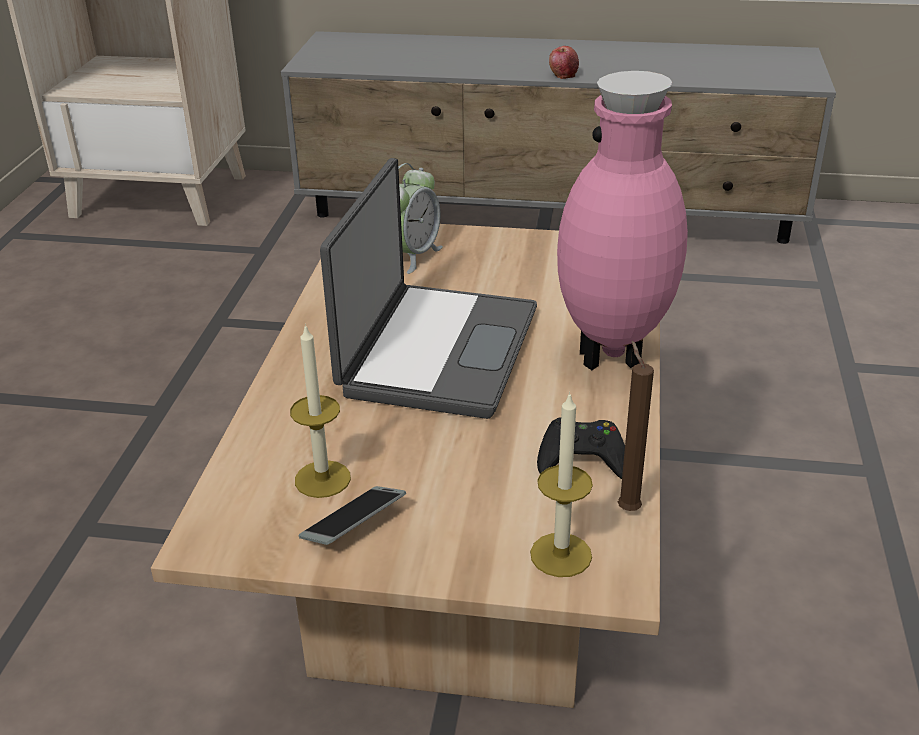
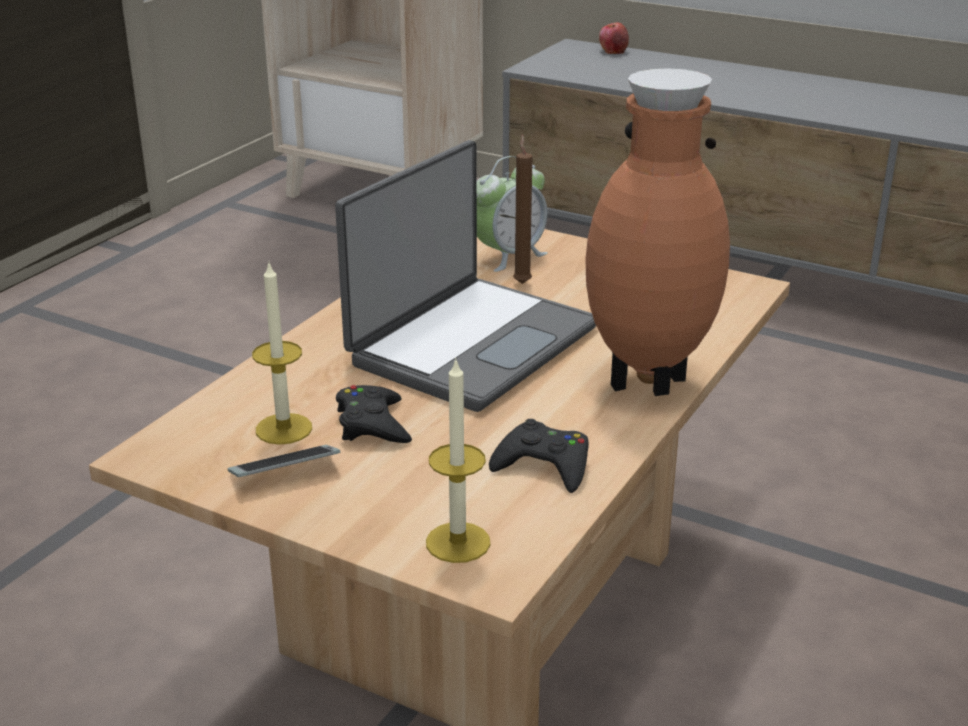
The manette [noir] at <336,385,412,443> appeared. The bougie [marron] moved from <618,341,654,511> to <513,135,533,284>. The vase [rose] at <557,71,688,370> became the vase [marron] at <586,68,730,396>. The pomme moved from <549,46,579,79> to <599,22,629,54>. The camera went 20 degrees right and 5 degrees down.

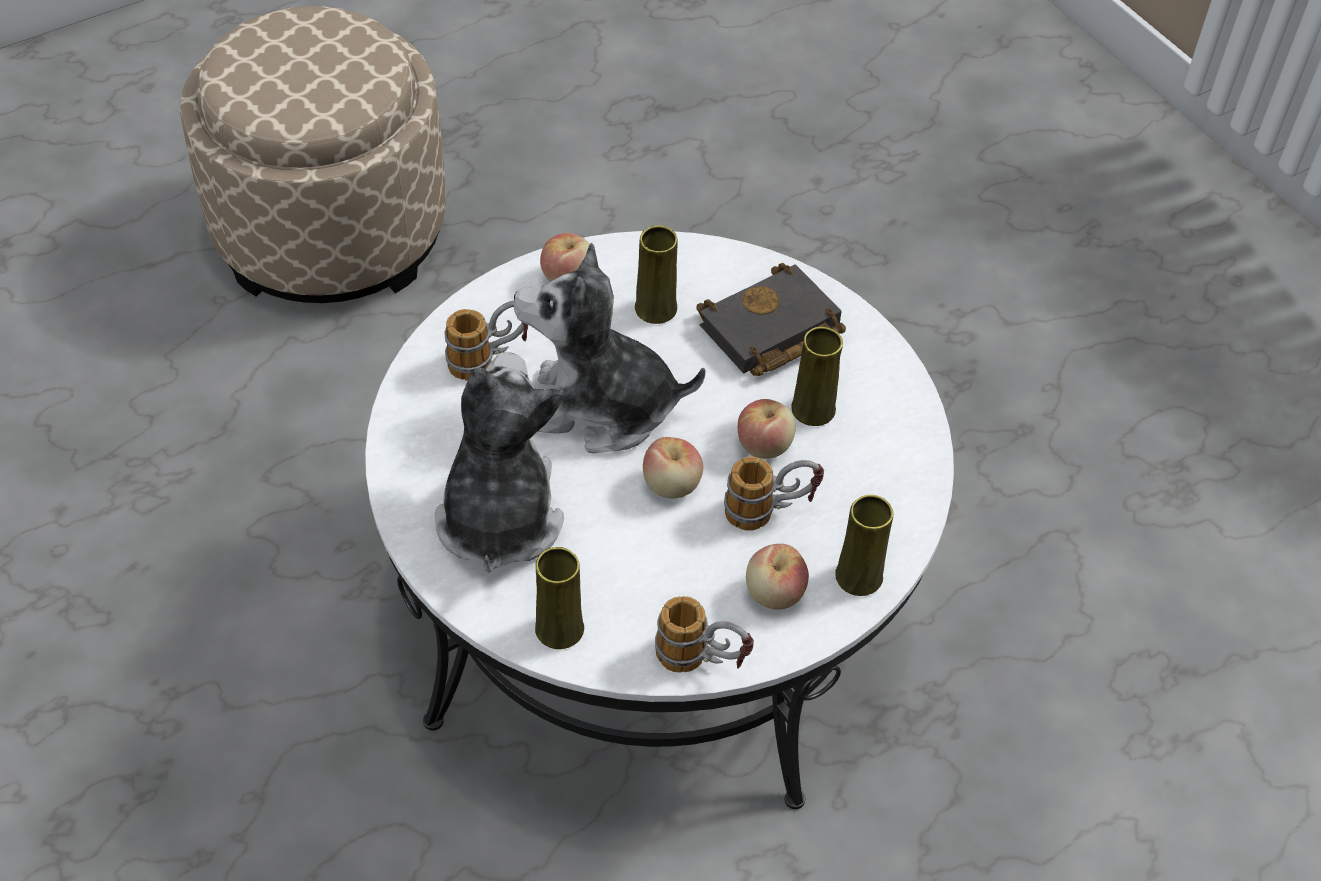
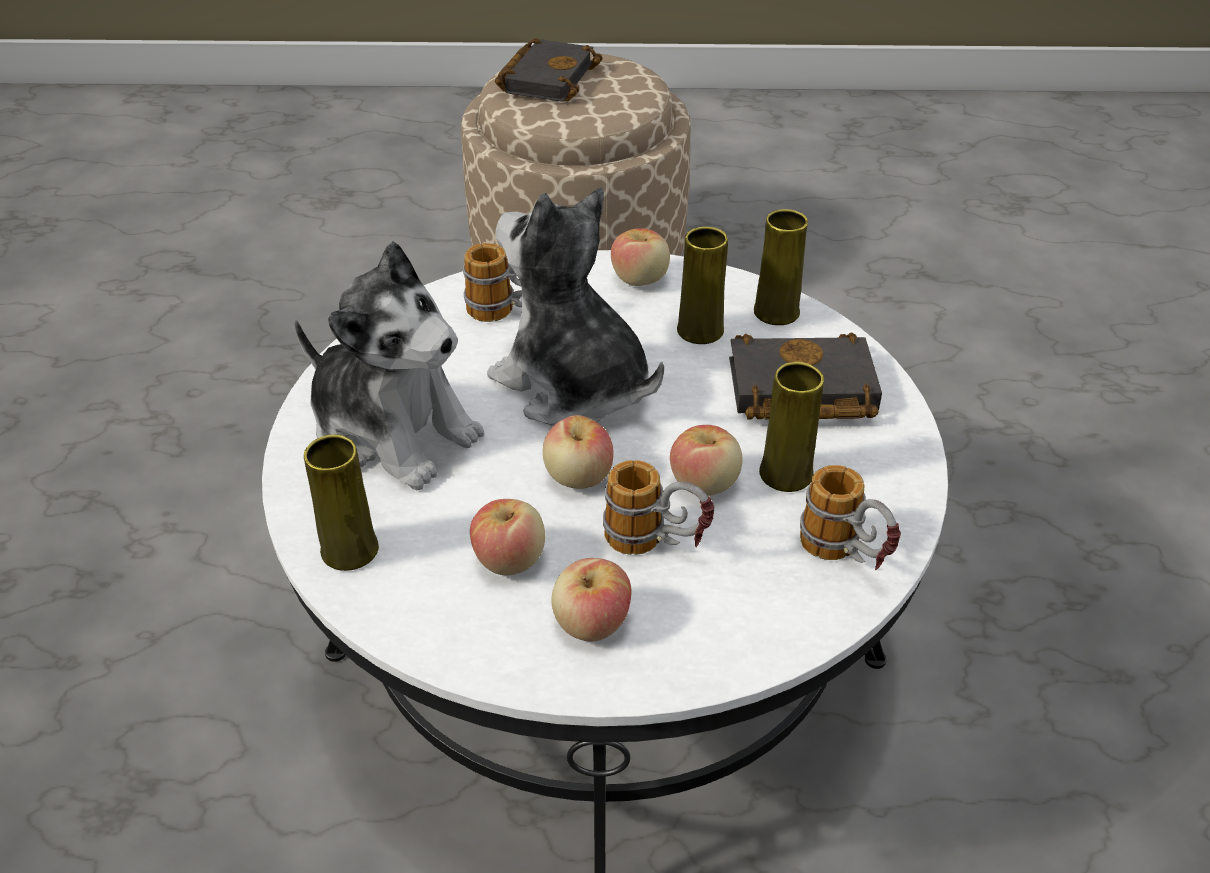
The peluche at <435,352,564,573> turned 90 degrees clockwise. The pomme at <470,499,545,575> appeared. The livre [noir] at <495,38,603,102> appeared. The vase [jaune] moved from <835,495,893,596> to <754,209,808,325>. The mug moved from <655,596,754,673> to <800,465,901,570>. The camera went 35 degrees right and 10 degrees down.

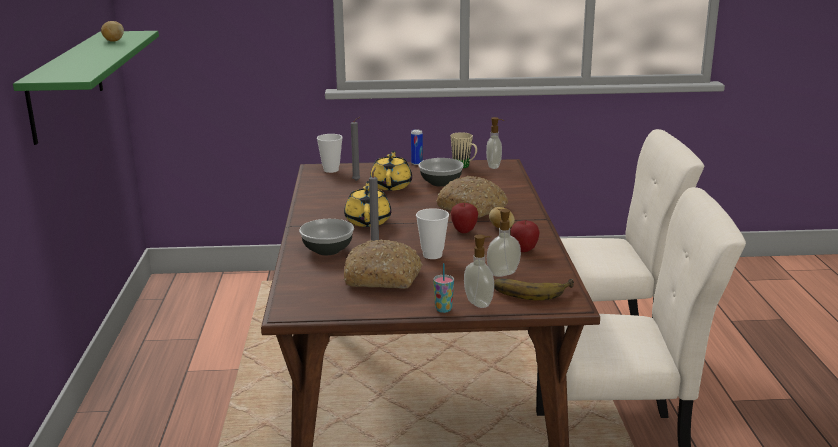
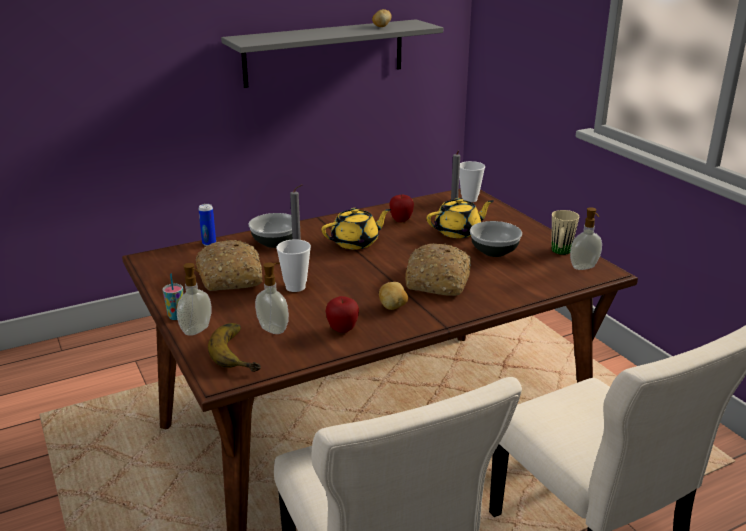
The boîte métallique moved from <411,130,423,165> to <198,204,216,246>. The étagère [vert] at <13,31,159,145> became the étagère [gris] at <221,19,443,88>. The pomme moved from <451,203,478,233> to <389,195,414,222>. The camera went 65 degrees right and 5 degrees up.

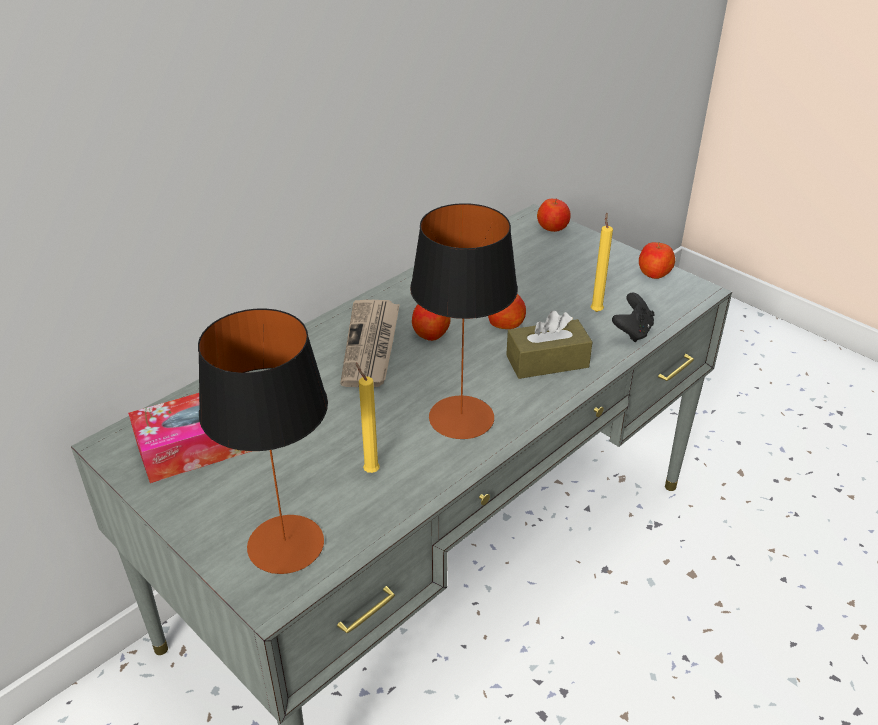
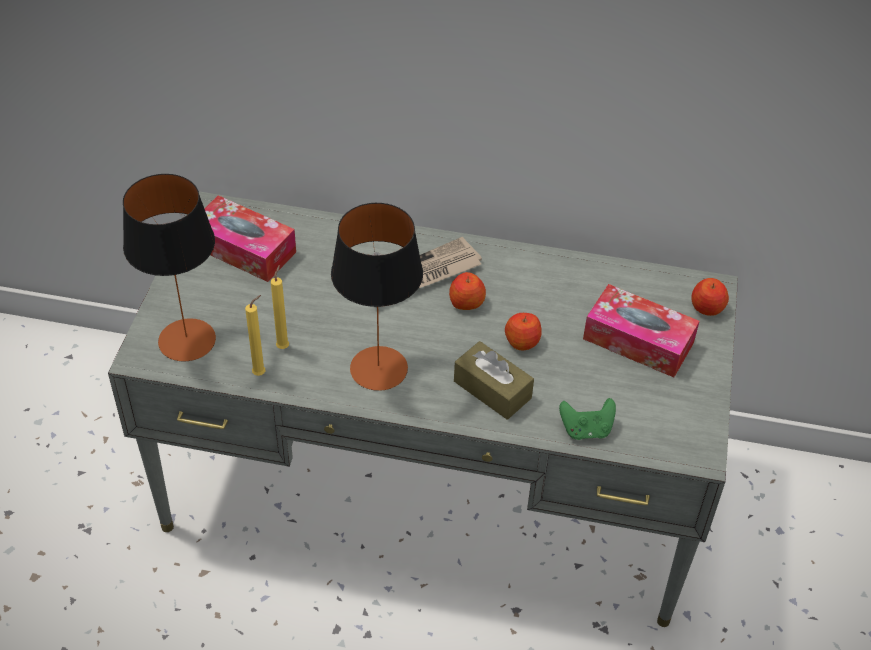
The bougie [jaune] moved from <590,213,613,312> to <245,295,266,376>. The manette [noir] at <612,293,655,342> became the manette [vert] at <559,398,616,440>. The boîte à mouchoirs at <583,284,700,377> appeared. The pomme at <639,242,675,279> disappeared. The camera went 55 degrees right and 10 degrees up.

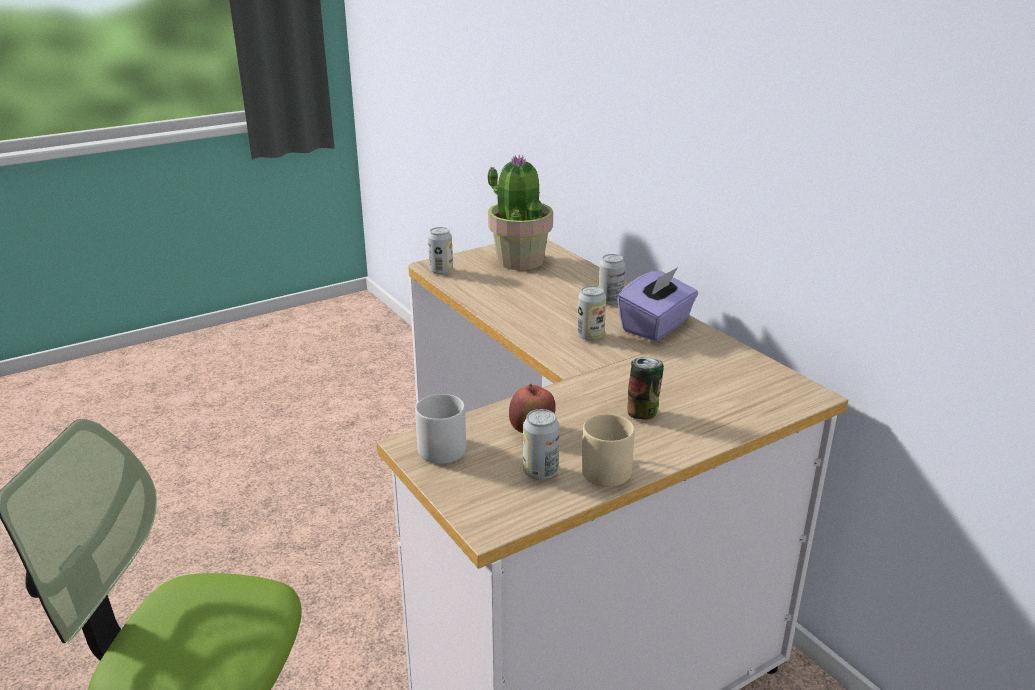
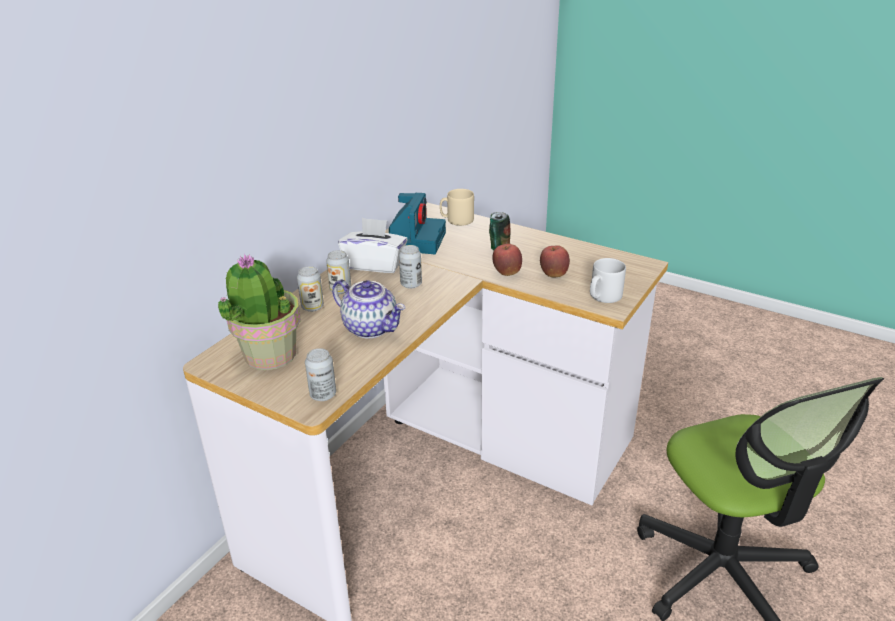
The boîte métallique moved from <523,409,560,480> to <297,266,324,312>. The théière at <332,279,405,338> appeared. The boîte à mouchoirs [violet] at <617,267,698,341> became the boîte à mouchoirs [blanc] at <338,218,408,273>. The appareil photo at <389,193,446,254> appeared. The mug [beige] moved from <581,414,635,487> to <440,189,474,226>. The pomme at <492,244,522,276> appeared. The camera went 115 degrees left and 5 degrees up.

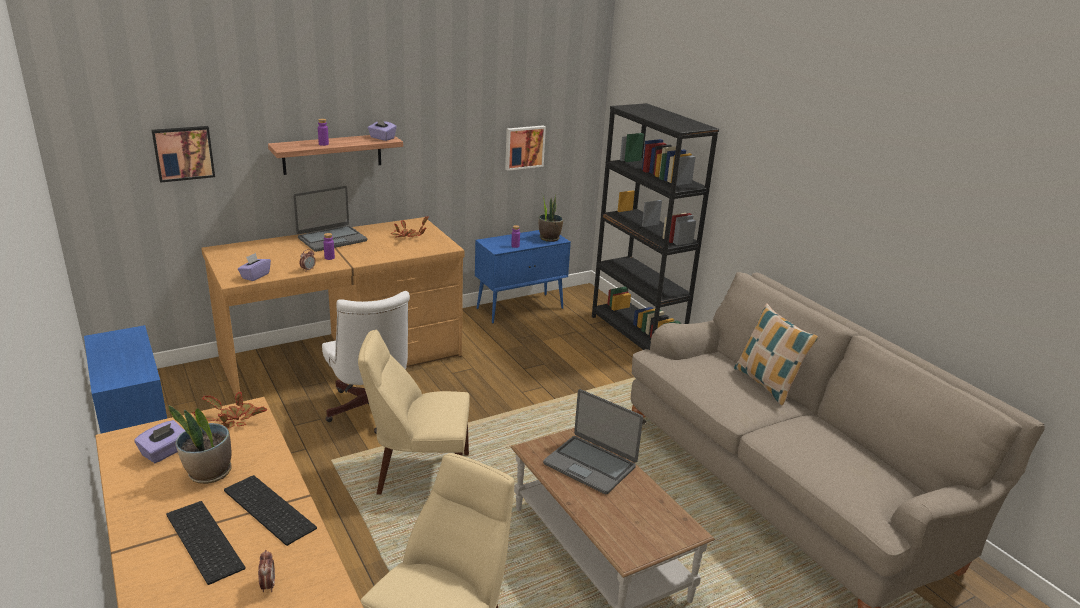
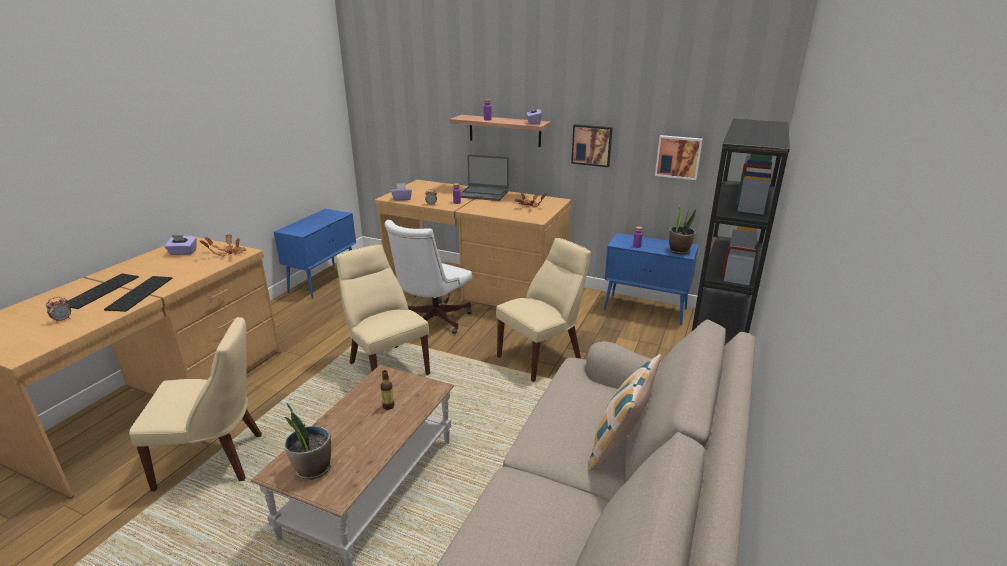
The plante en pot moved from <168,406,232,484> to <285,403,331,480>. The ordinateur portable at <543,389,643,494> was replaced by the bouteille at <380,370,395,410>. The chaise [beige] at <496,238,591,382> appeared. The tableau moved from <152,126,215,182> to <571,124,613,167>. The camera went 55 degrees right and 0 degrees up.

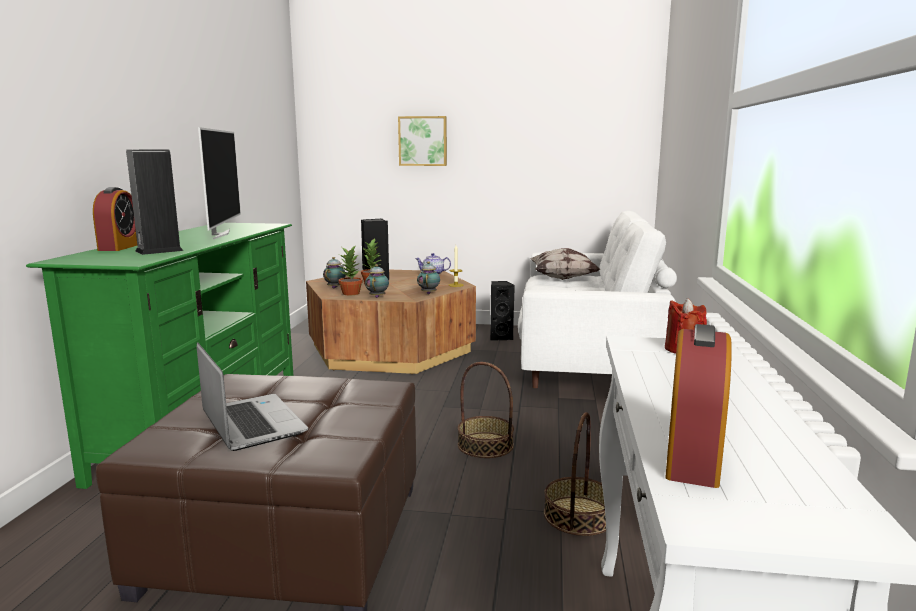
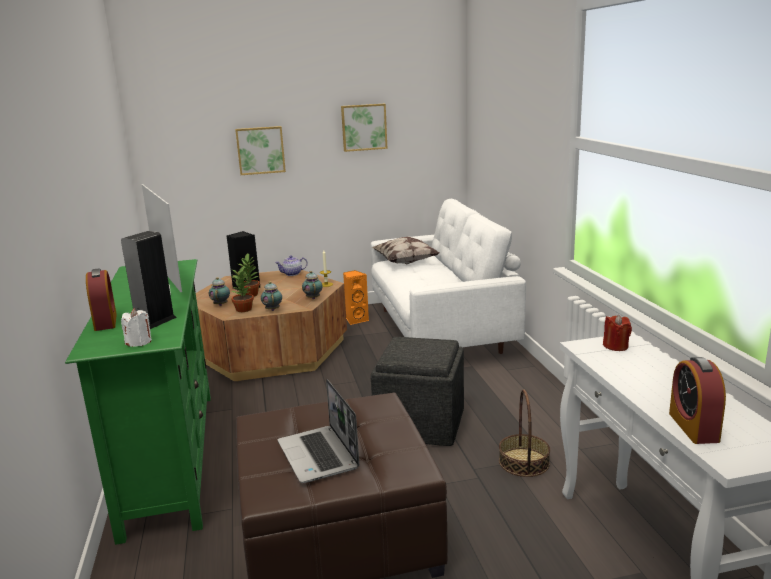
The bougie [blanc] at <121,308,152,347> appeared. The ordinateur portable at <197,342,308,451> turned 150 degrees counterclockwise. The tableau at <341,104,387,152> appeared. The enceinte [noir] at <490,281,515,341> became the enceinte [orange] at <343,270,369,325>. The panier at <458,362,514,458> was replaced by the pouf [gris] at <371,337,464,446>. The camera went 20 degrees left and 5 degrees up.

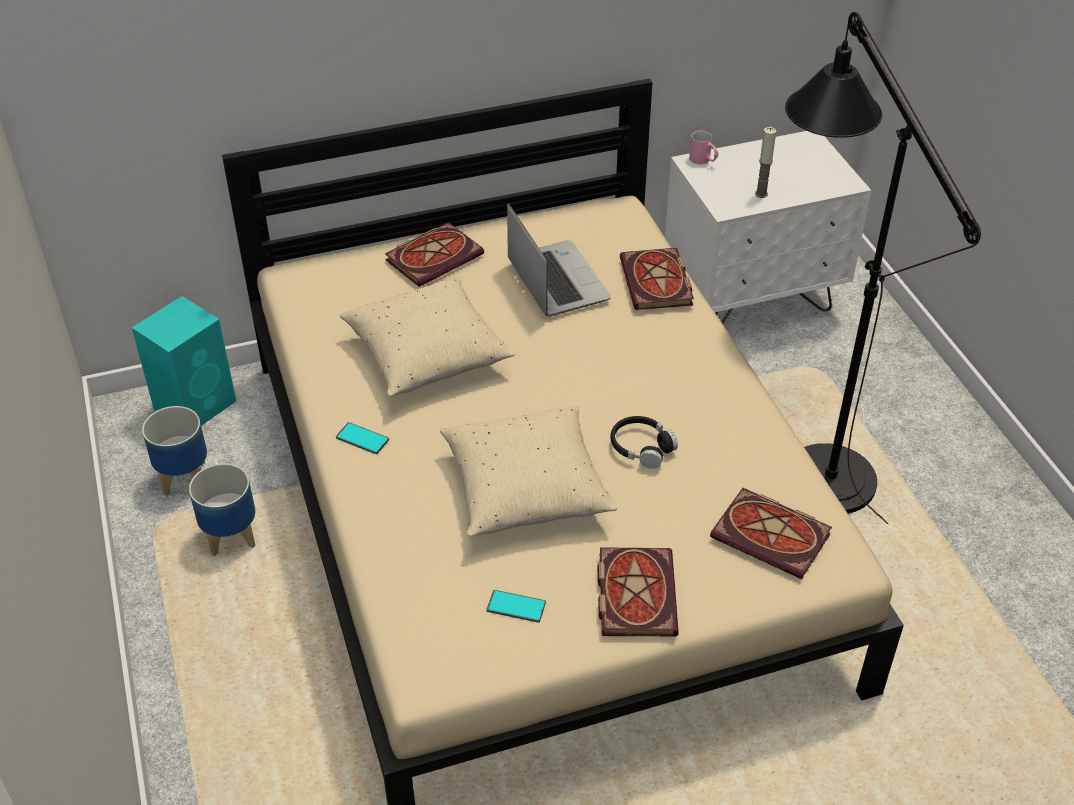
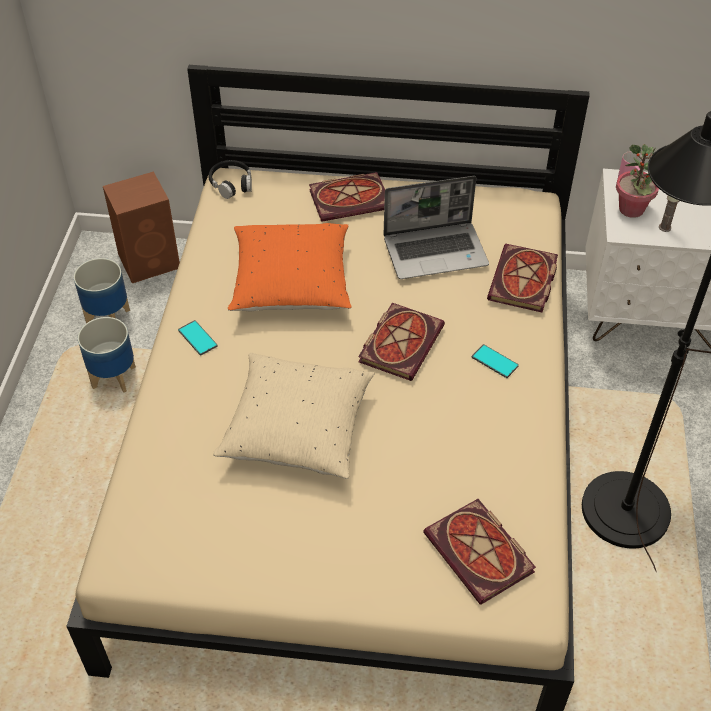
The enceinte [turquoise] at <132,296,236,426> became the enceinte [marron] at <103,171,180,283>. The casque audio [noir] moved from <610,416,678,469> to <208,160,252,199>. The coussin [beige] at <340,278,515,397> became the coussin [orange] at <228,223,352,311>. The livre moved from <597,547,679,636> to <358,303,445,381>. The ordinateur portable at <507,203,611,317> turned 75 degrees clockwise. The téléphone moved from <487,590,546,623> to <472,344,519,378>. The plante en pot at <616,144,659,218> appeared. The camera went 25 degrees right and 5 degrees up.

